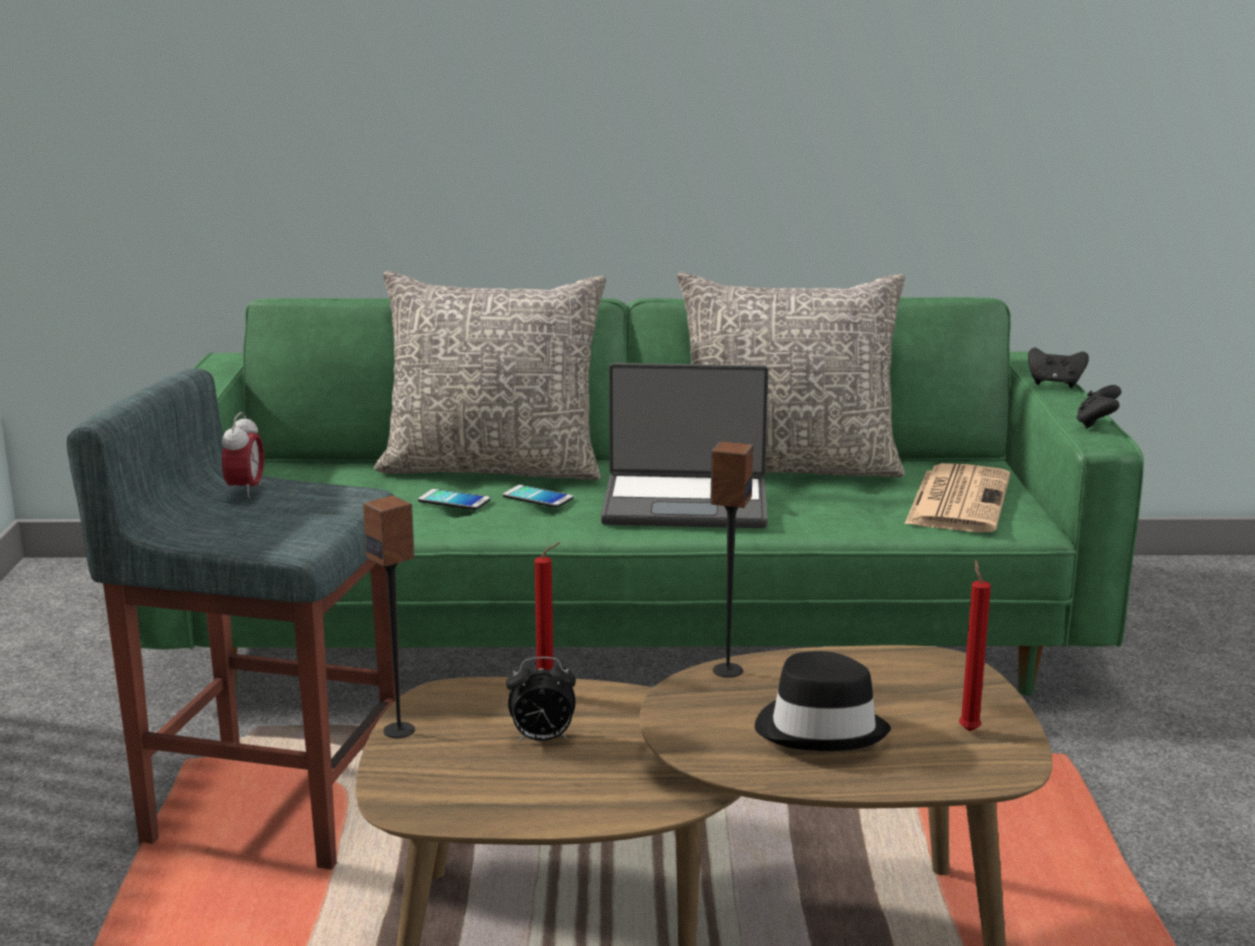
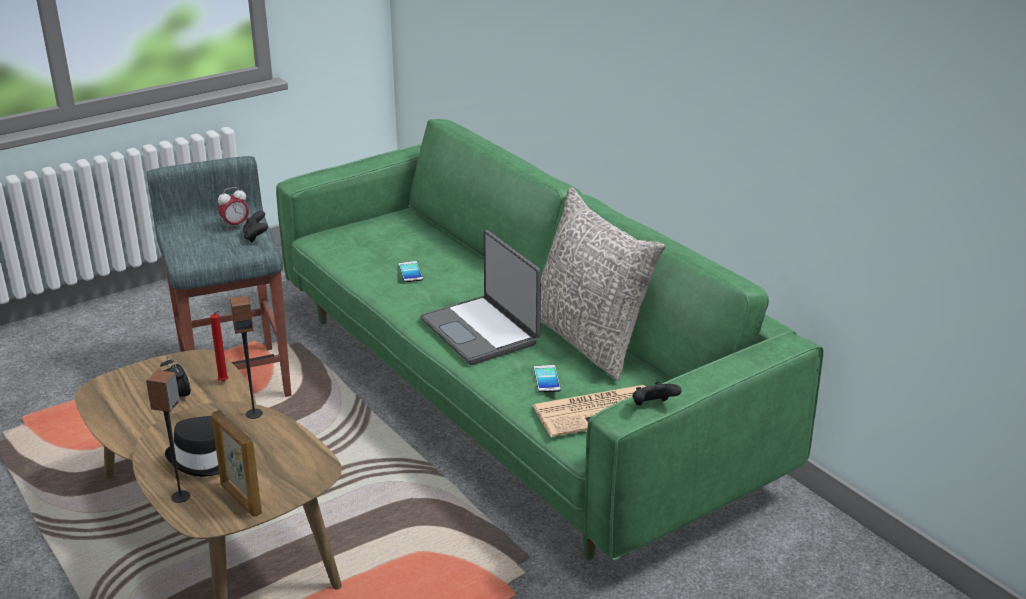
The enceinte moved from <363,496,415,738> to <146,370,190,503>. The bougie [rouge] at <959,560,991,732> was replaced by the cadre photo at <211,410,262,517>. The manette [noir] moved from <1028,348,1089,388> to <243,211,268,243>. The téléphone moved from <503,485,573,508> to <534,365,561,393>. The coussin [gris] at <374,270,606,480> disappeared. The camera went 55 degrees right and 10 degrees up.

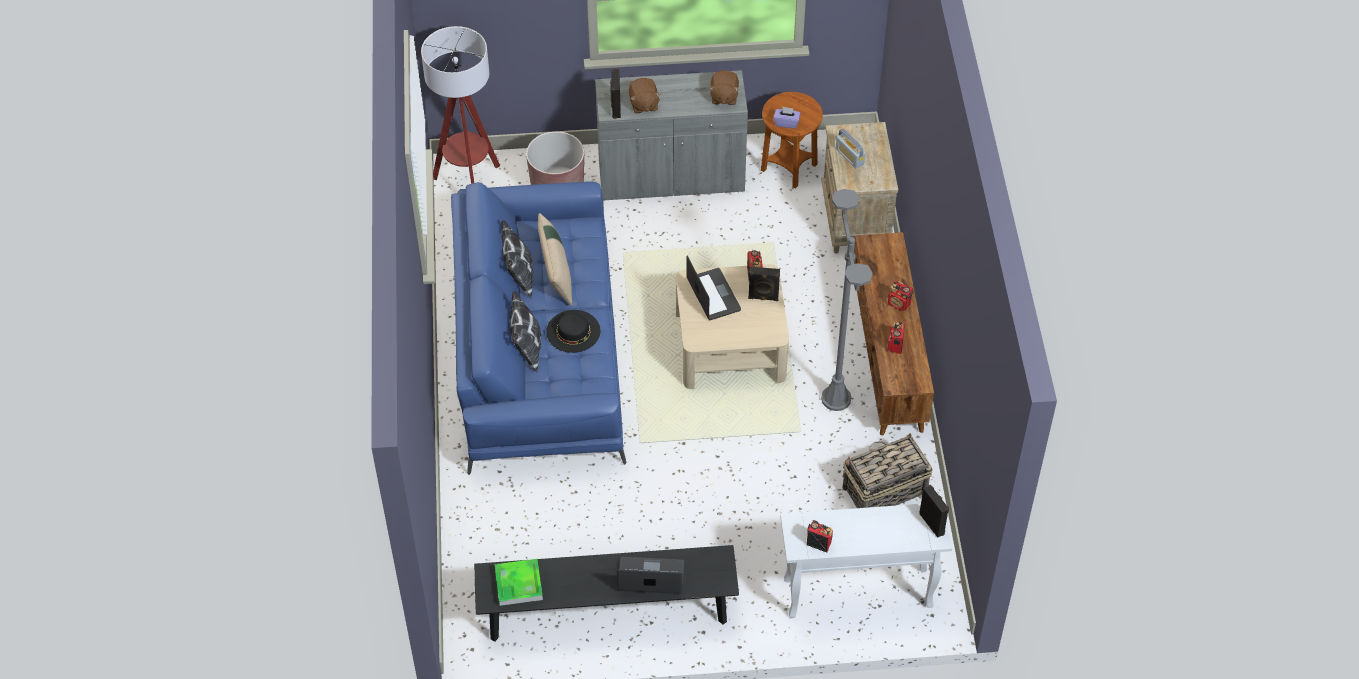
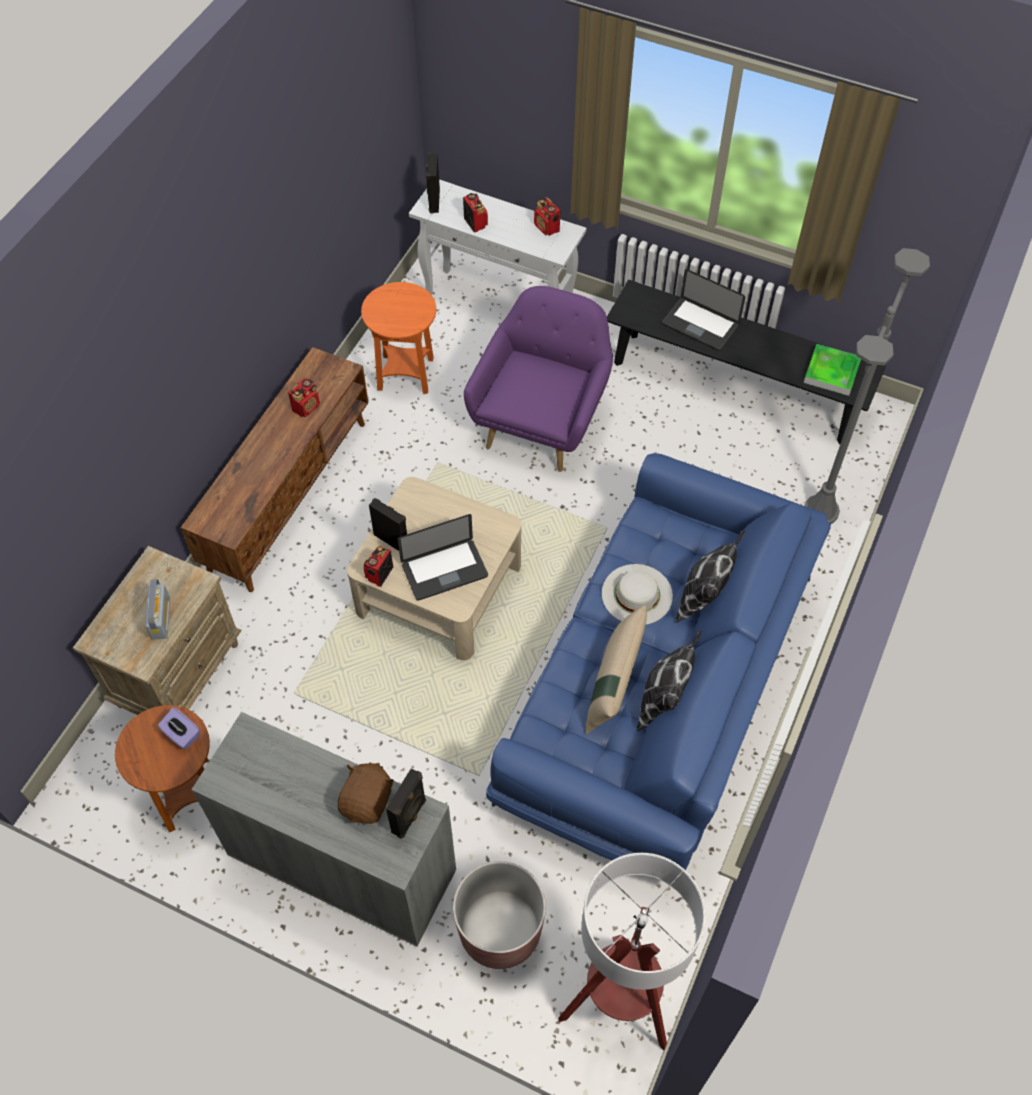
The panier at <842,433,932,508> was replaced by the table d'appoint [orange] at <361,282,436,394>. The ordinateur portable at <687,256,741,320> turned 120 degrees counterclockwise. The radio moved from <888,280,913,311> to <463,193,488,233>. The fauteuil [violet] at <464,286,613,472> appeared. The chapeau [noir] at <546,310,600,353> became the chapeau [blanc] at <602,564,673,625>. The lampadaire [gris] moved from <821,189,873,411> to <804,248,930,524>. The peluche [marron] at <709,70,740,105> disappeared. The camera went 150 degrees left and 5 degrees up.

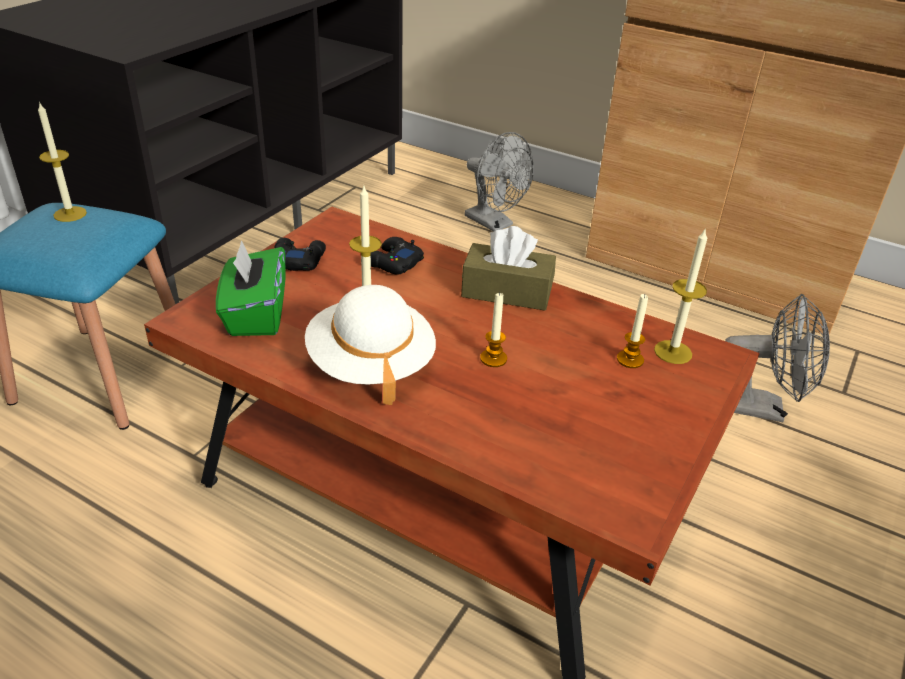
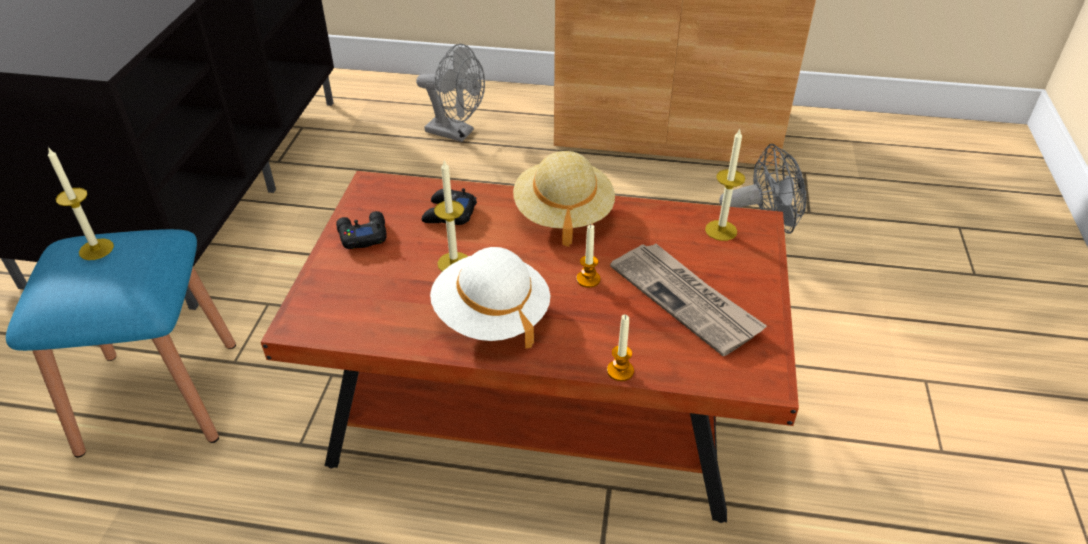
The boîte à mouchoirs [marron] at <461,226,556,311> was replaced by the chapeau [beige] at <513,151,615,247>. The bougie moved from <617,294,648,368> to <607,314,634,381>. The journal at <610,244,767,356> appeared. The boîte à mouchoirs [vert] at <216,240,285,336> disappeared. The camera went 20 degrees left and 5 degrees up.

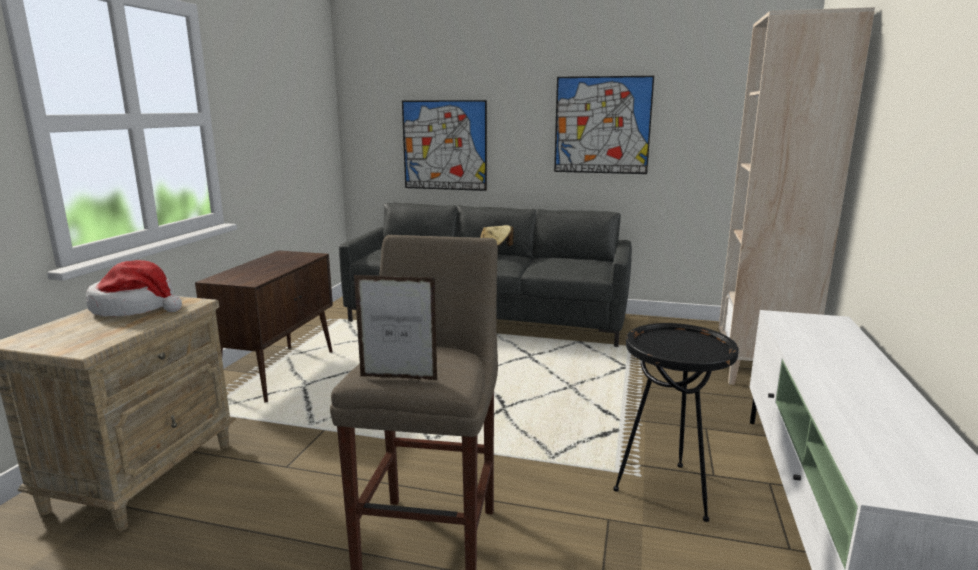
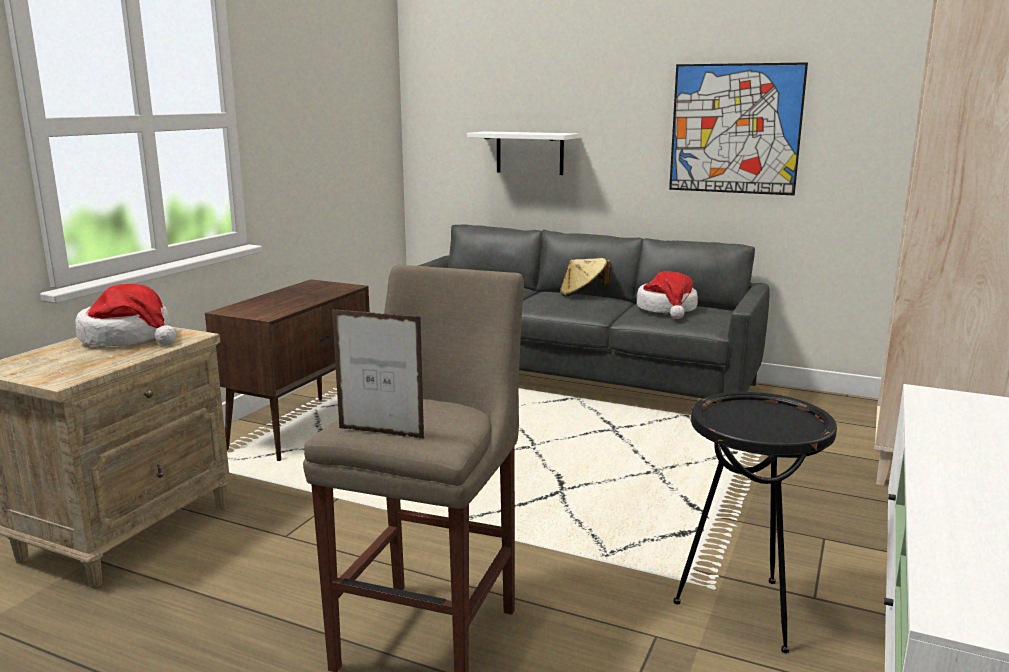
The tableau at <402,100,487,191> was replaced by the étagère [blanc] at <467,131,579,175>. The chapeau at <637,271,698,319> appeared. The camera went 10 degrees right and 0 degrees up.

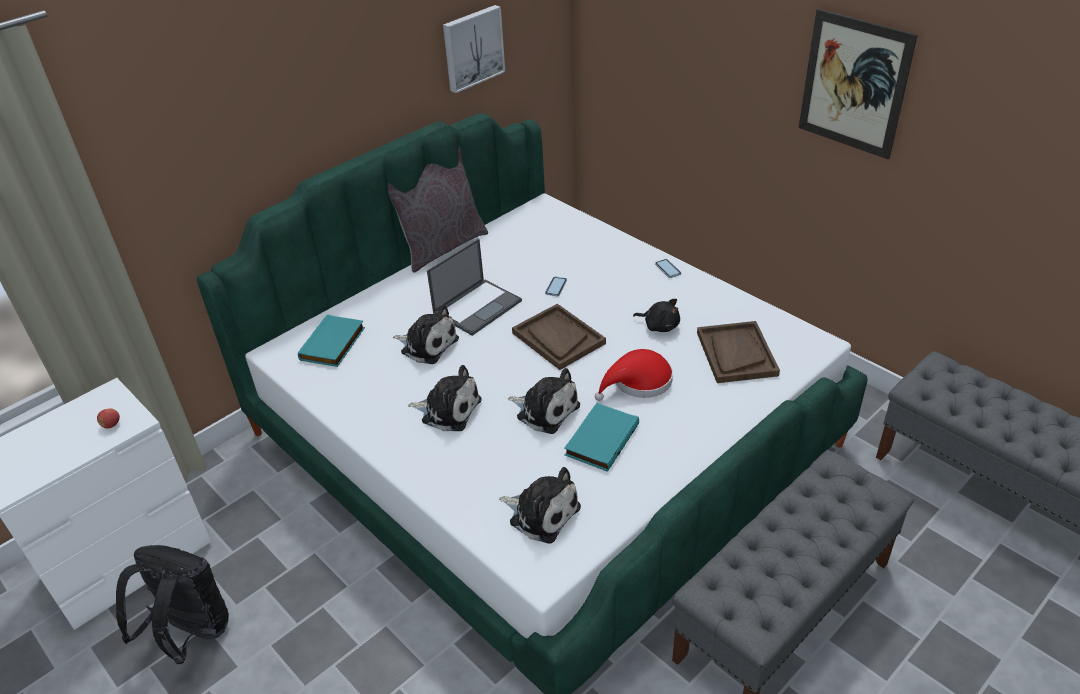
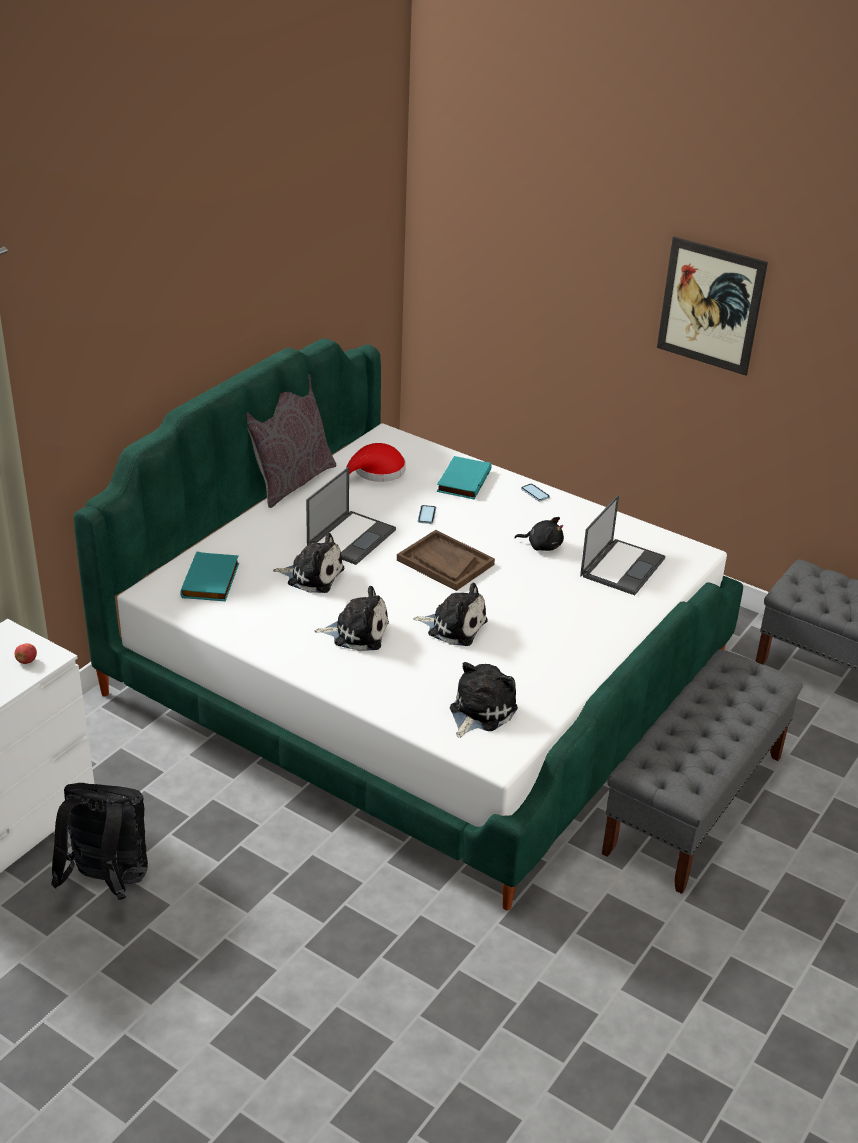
The chapeau [rouge] moved from <595,349,673,401> to <346,443,406,482>. The livre [turquoise] moved from <564,403,639,472> to <437,456,491,499>. The peluche at <499,467,581,544> turned 75 degrees counterclockwise. The plateau [marron] at <697,321,780,383> was replaced by the ordinateur portable at <580,495,665,595>. The tableau at <443,5,505,93> disappeared. The camera went 15 degrees left and 5 degrees down.

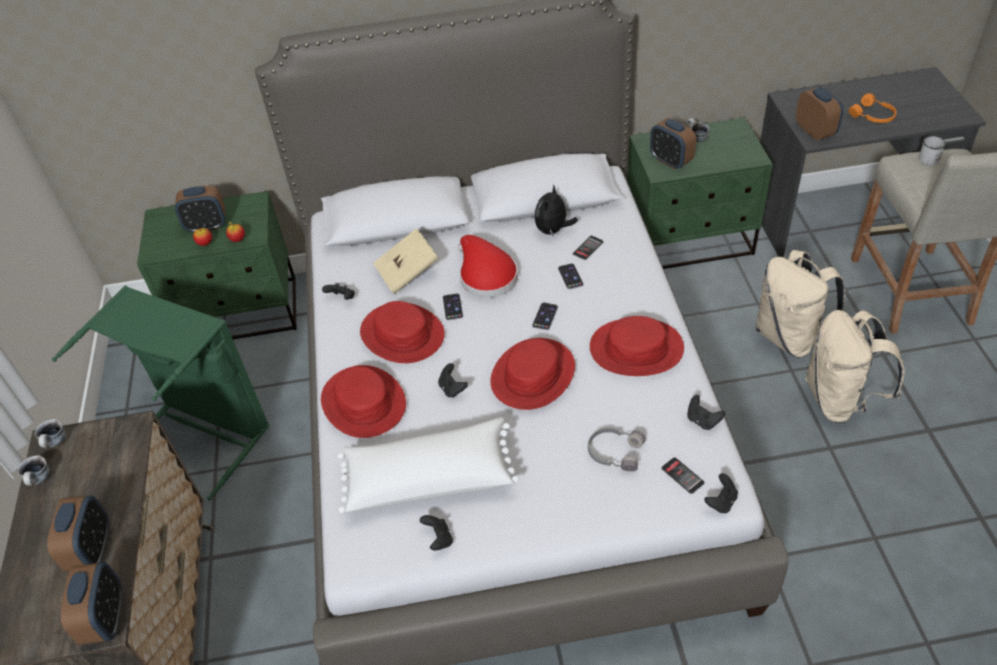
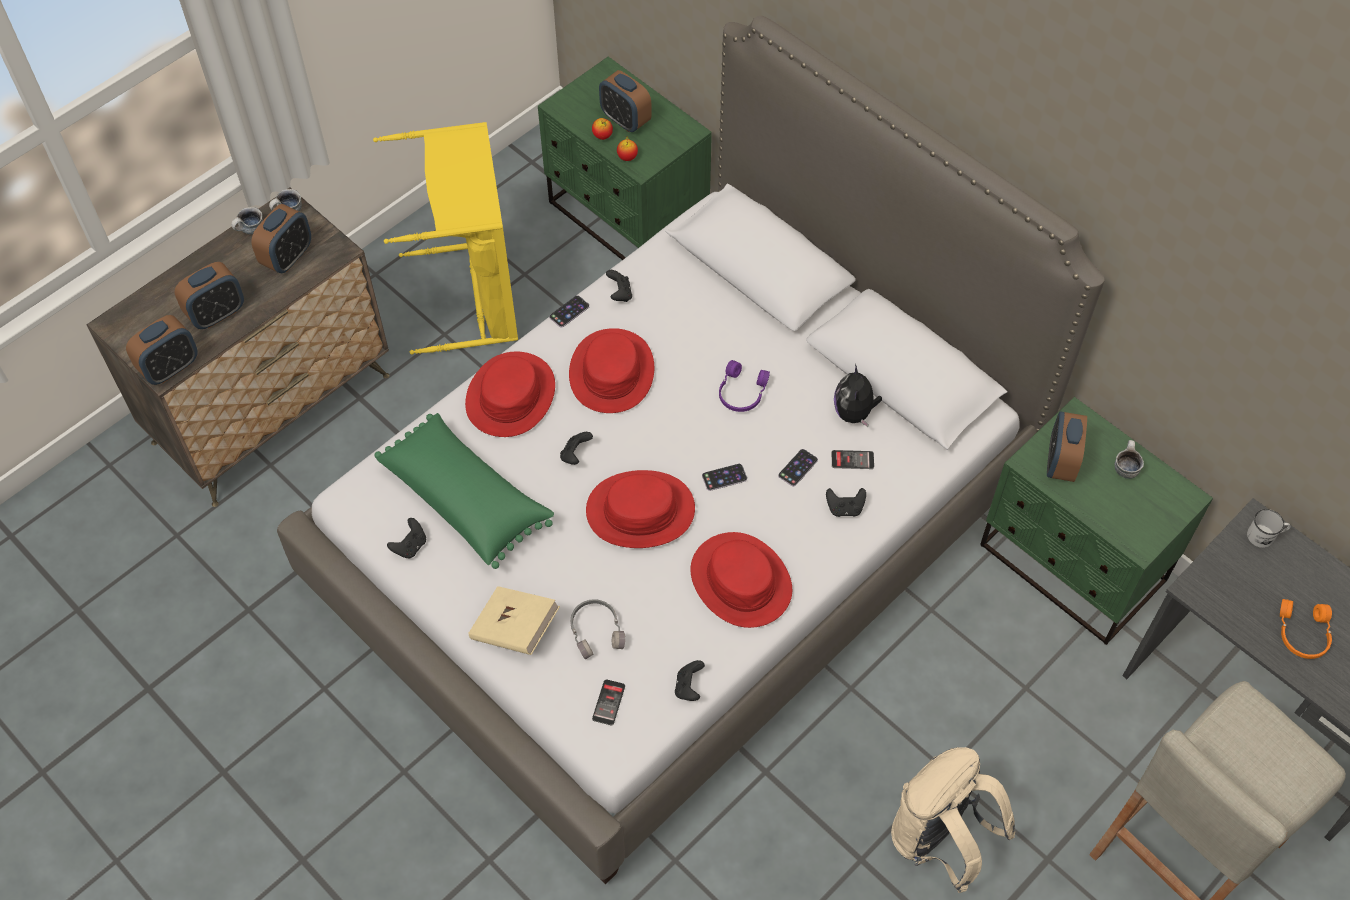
The réveil moved from <796,87,843,140> to <251,204,311,273>. The panier à linge [vert] at <52,286,269,500> became the panier à linge [jaune] at <373,122,518,355>. The coussin [blanc] at <338,417,519,513> became the coussin [vert] at <374,413,554,569>. The livre [beige] moved from <373,228,439,294> to <468,586,560,655>. The téléphone moved from <443,293,463,321> to <549,295,590,328>. The chapeau [rouge] at <458,235,518,298> was replaced by the casque audio [violet] at <719,360,770,412>. The manette [noir] moved from <704,473,738,513> to <826,488,866,517>. The peluche at <534,184,578,236> turned 75 degrees counterclockwise. The mug [blanc] moved from <919,136,946,165> to <1247,509,1291,548>. The sac à dos [beige] at <755,250,845,357> disappeared. The camera went 50 degrees right and 10 degrees up.

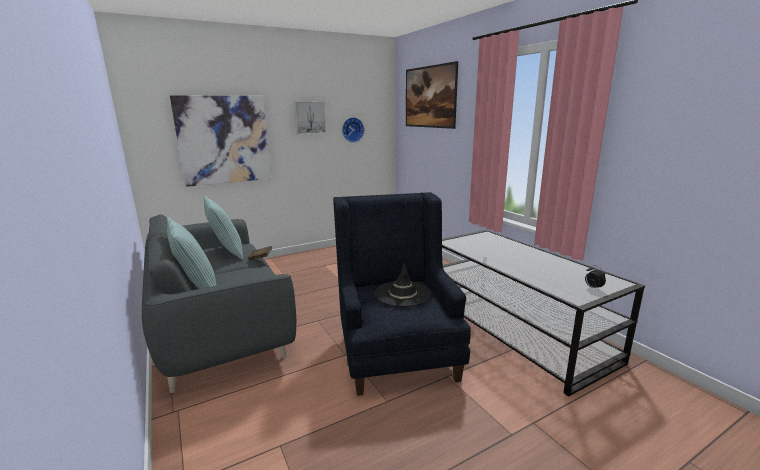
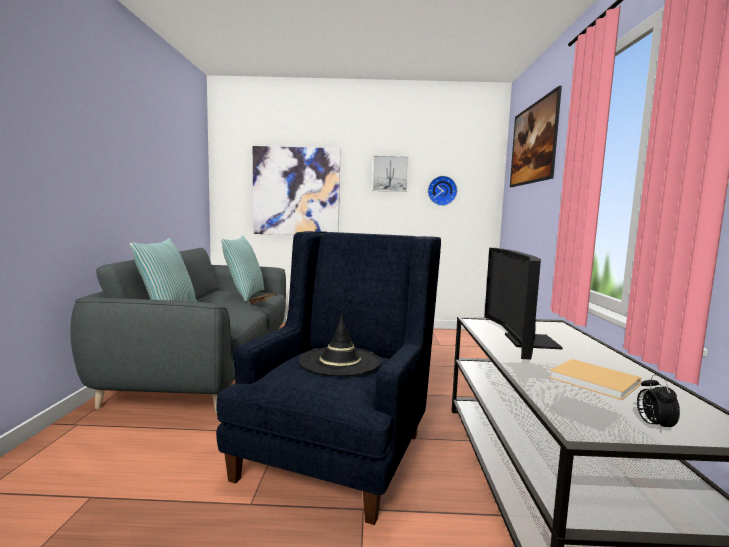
The téléviseur at <484,248,563,360> appeared. The livre [beige] at <549,359,641,400> appeared. The camera went 30 degrees right and 10 degrees down.

